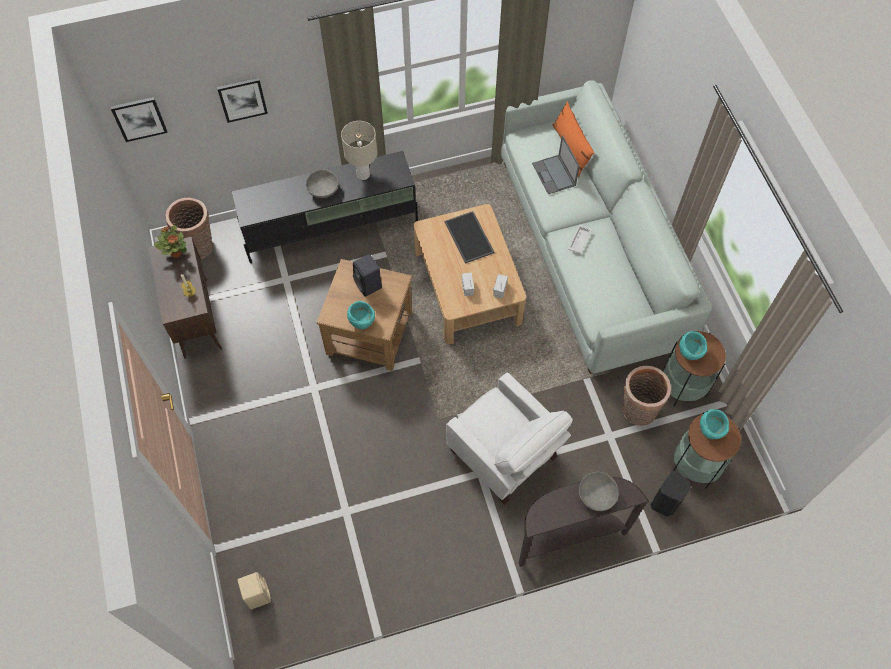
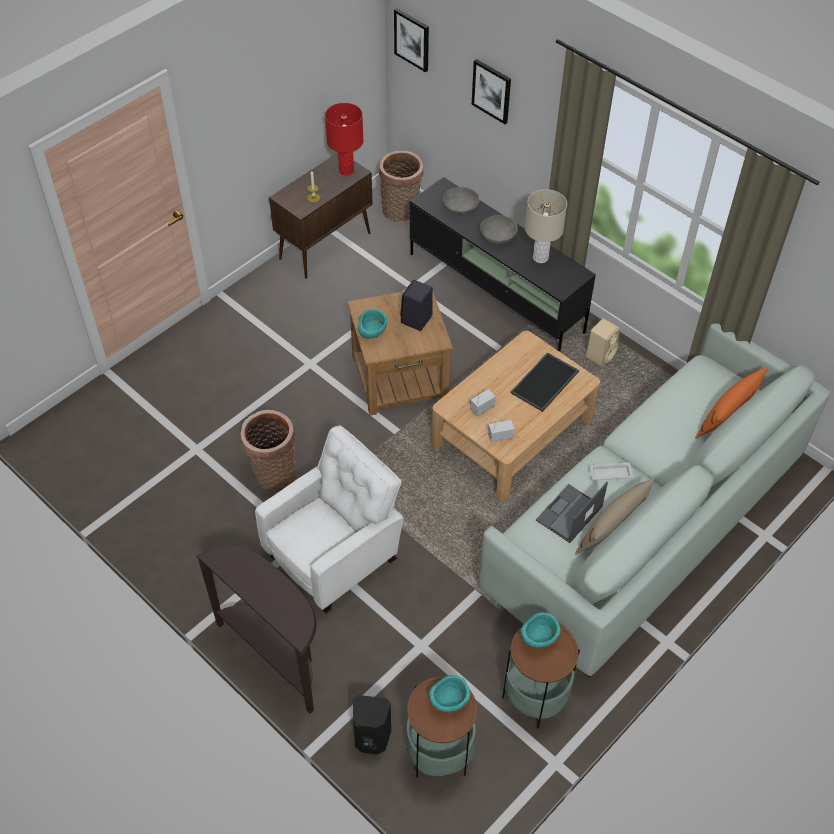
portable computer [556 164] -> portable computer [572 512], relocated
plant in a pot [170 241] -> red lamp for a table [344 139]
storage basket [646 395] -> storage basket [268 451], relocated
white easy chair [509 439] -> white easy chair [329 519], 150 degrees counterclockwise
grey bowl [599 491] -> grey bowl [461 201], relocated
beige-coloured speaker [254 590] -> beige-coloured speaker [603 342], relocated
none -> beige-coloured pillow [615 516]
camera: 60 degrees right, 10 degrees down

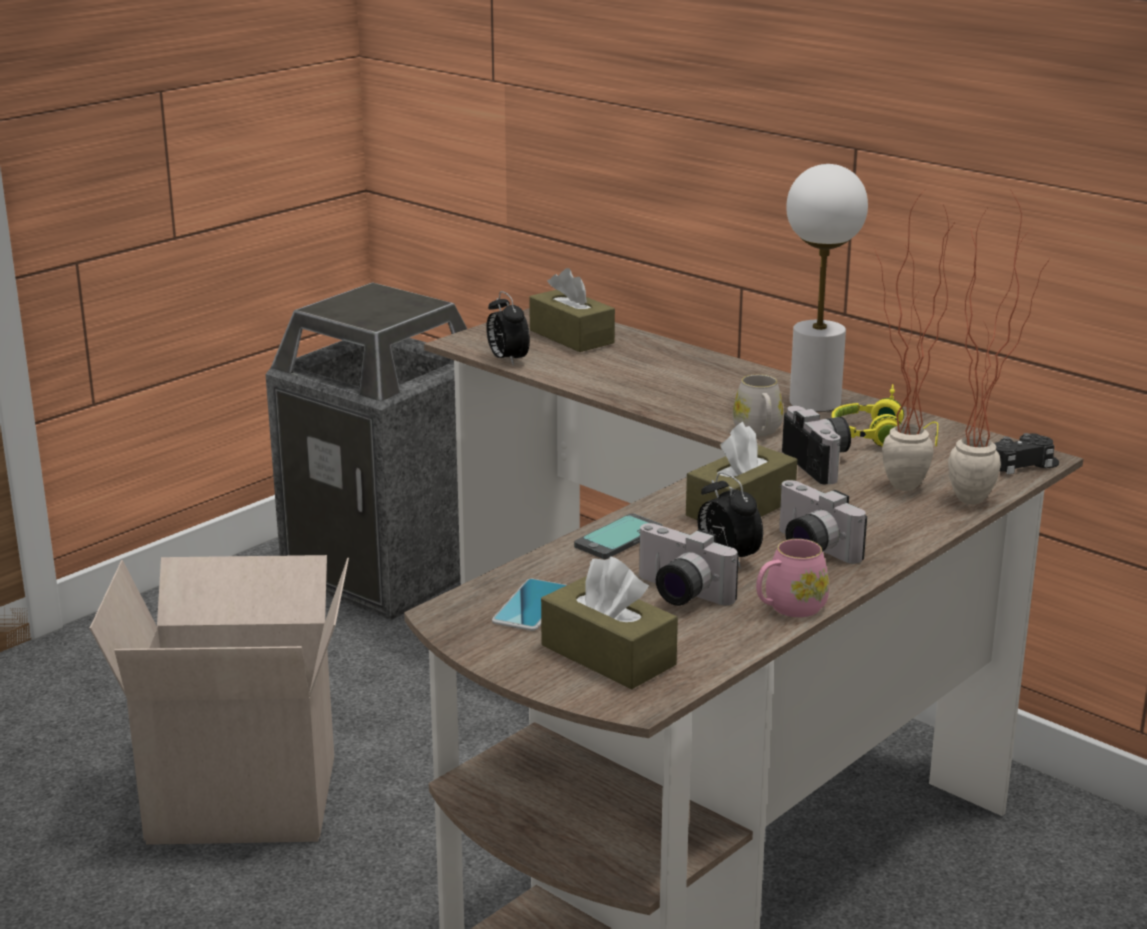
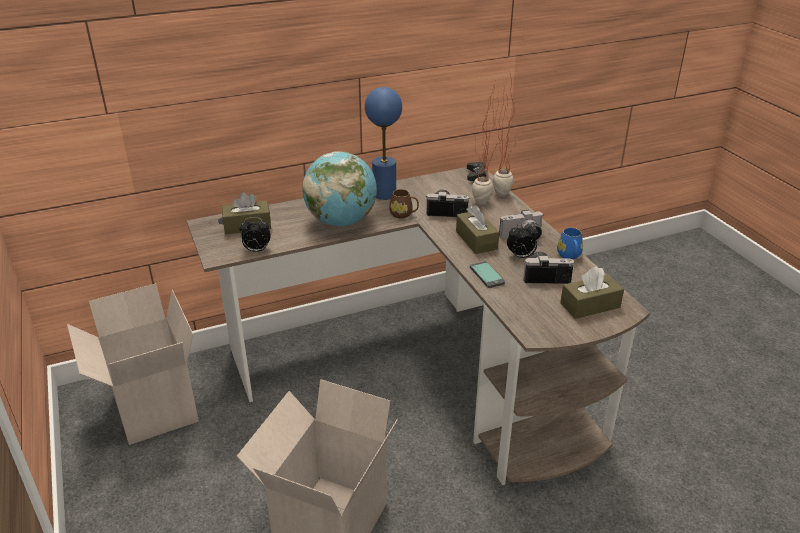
white lamp for a table [827 288] -> blue lamp for a table [383 143]
waste bin [366 451] -> carton [133 364]
white mug [758 405] -> brown-coloured mug [404 203]
yellow headset [884 415] -> none
photo camera [688 564] -> photo camera [548 268], 150 degrees counterclockwise
pink mug [792 578] -> blue mug [570 243]
telephone [529 605] -> none
none -> desk globe [339 188]
camera: 65 degrees left, 10 degrees up

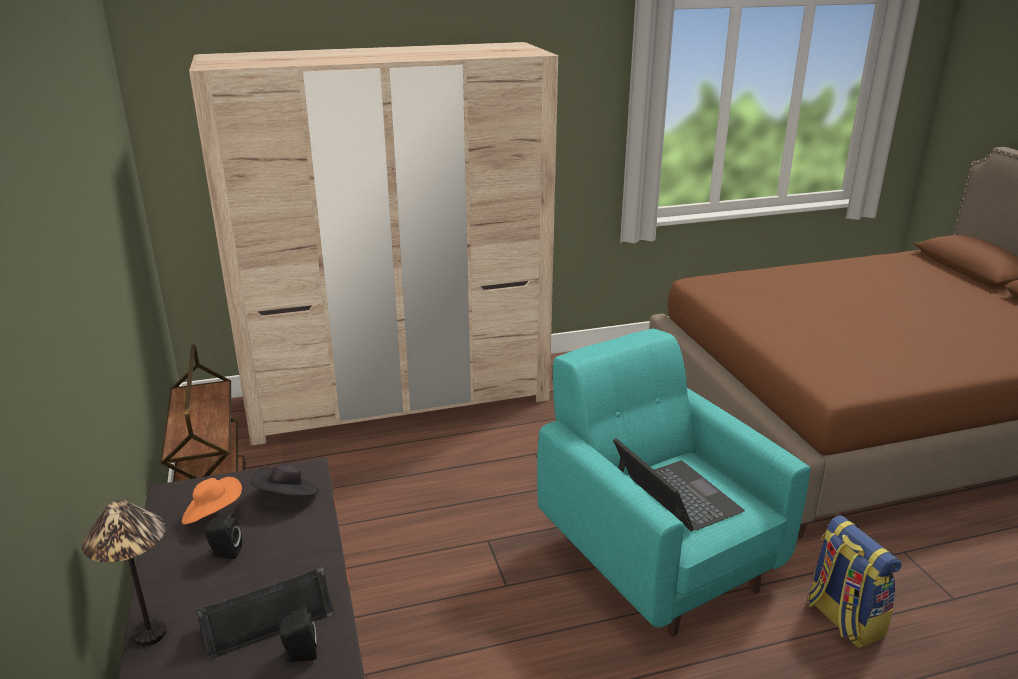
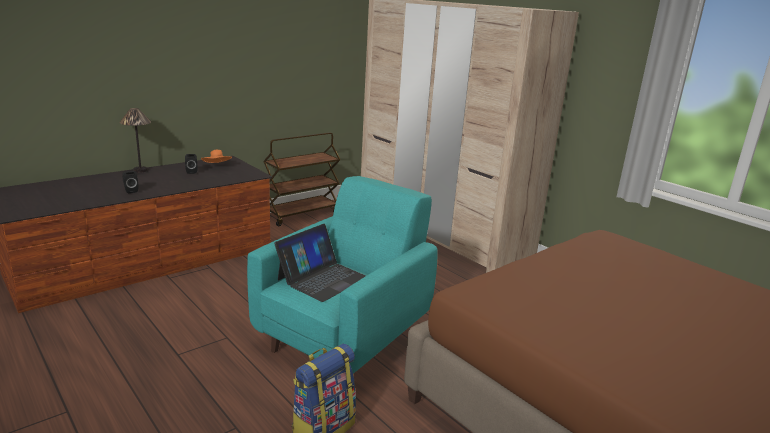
blackish clothing hat [285 480] -> none
blackish speaker [265 613] -> none
camera: 65 degrees right, 5 degrees down

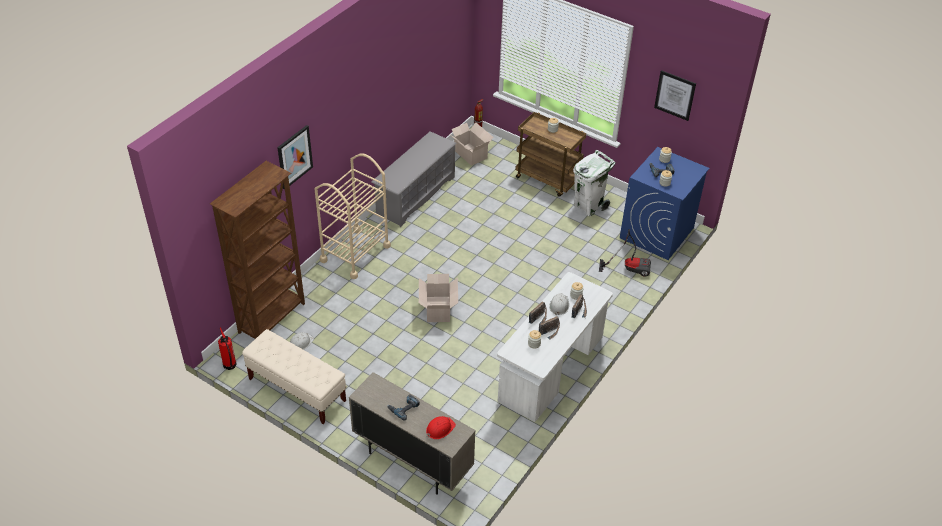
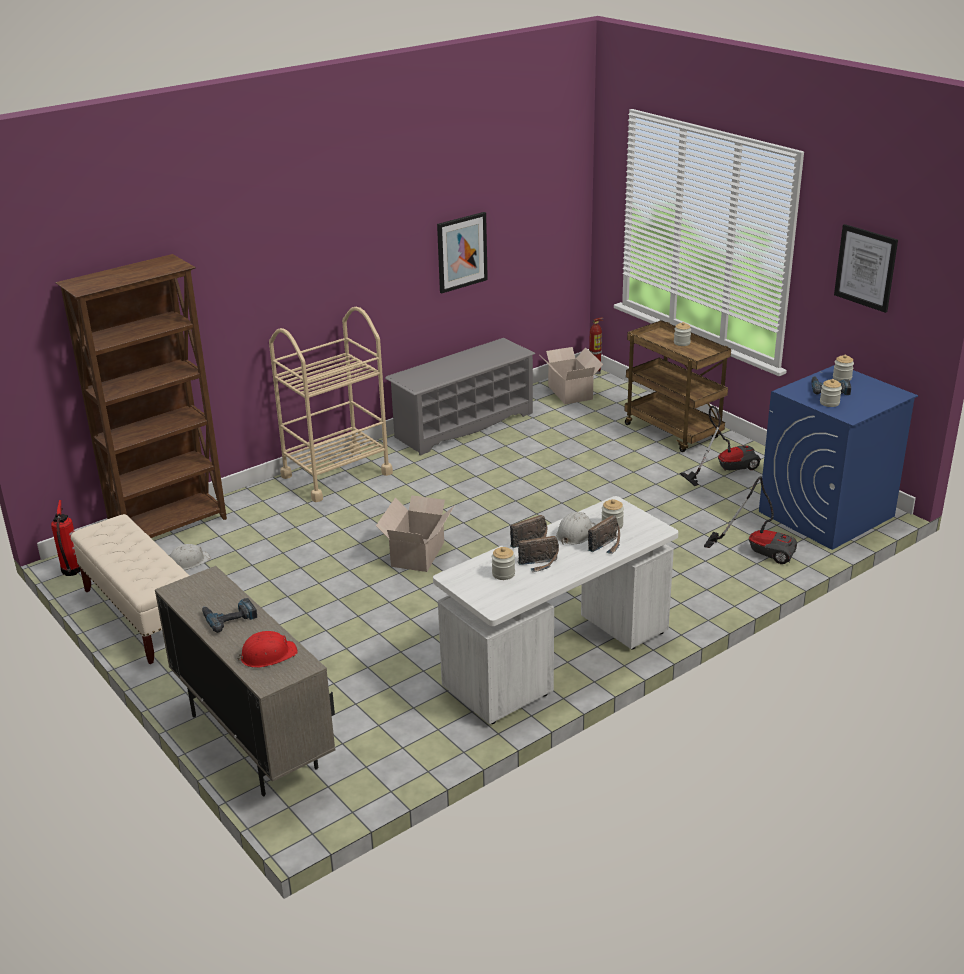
picture [295 157] -> picture [462 252], relocated
white waste bin [594 183] -> vacuum [720 446]
camera: 20 degrees right, 15 degrees down

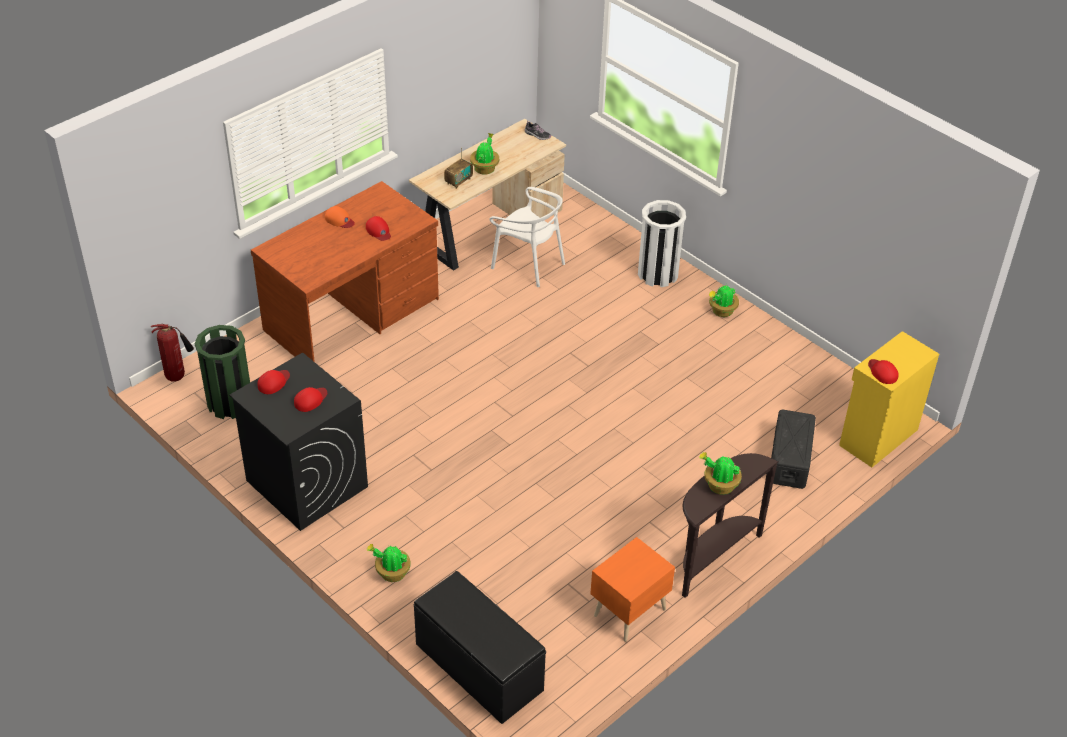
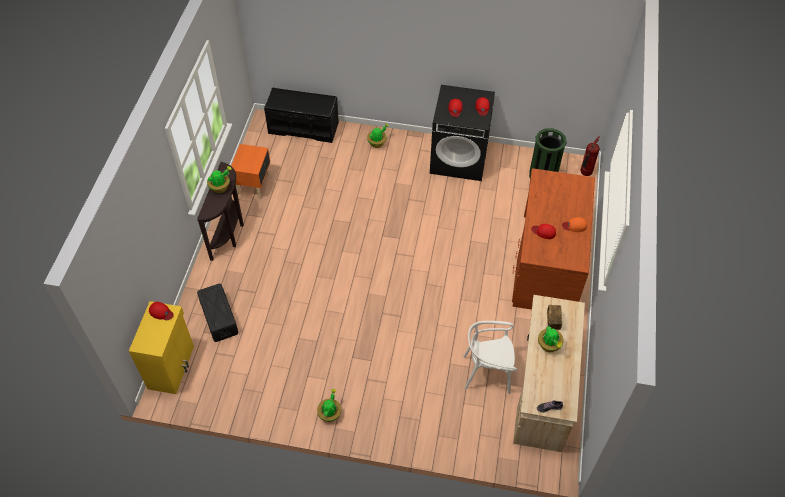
white waste bin [662 243] -> none
camera: 145 degrees right, 10 degrees up

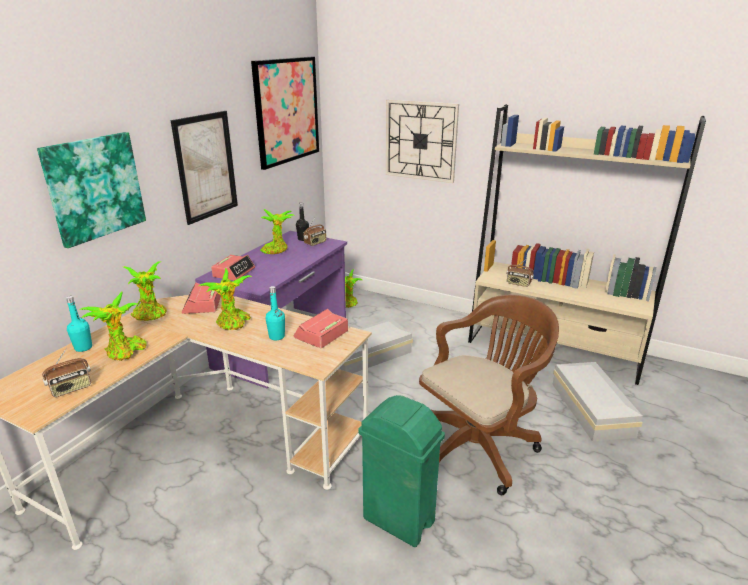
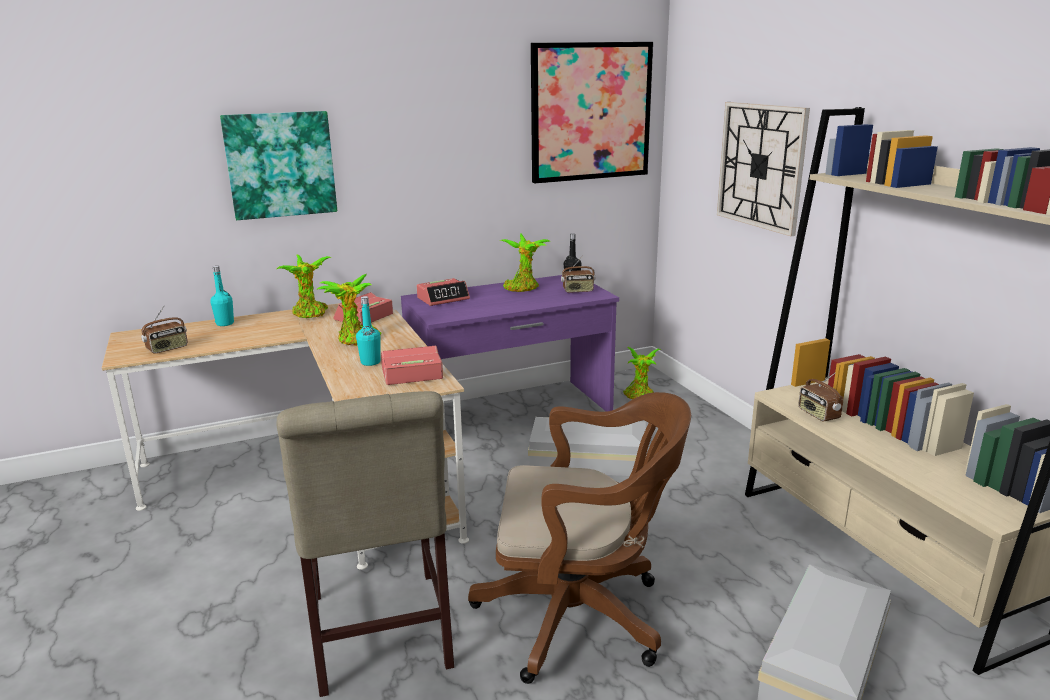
picture [204 168] -> none
plant in a pot [113 326] -> none
radio [66 372] -> radio [164 330], 45 degrees counterclockwise
green waste bin [401 471] -> beige-coloured plain chair [365 544]
camera: 40 degrees right, 5 degrees down

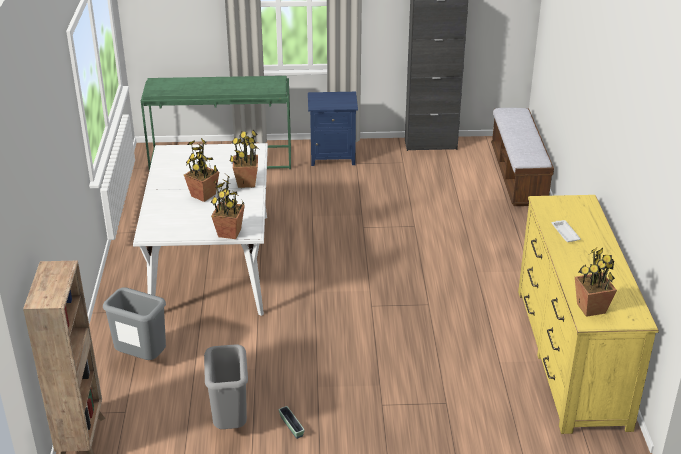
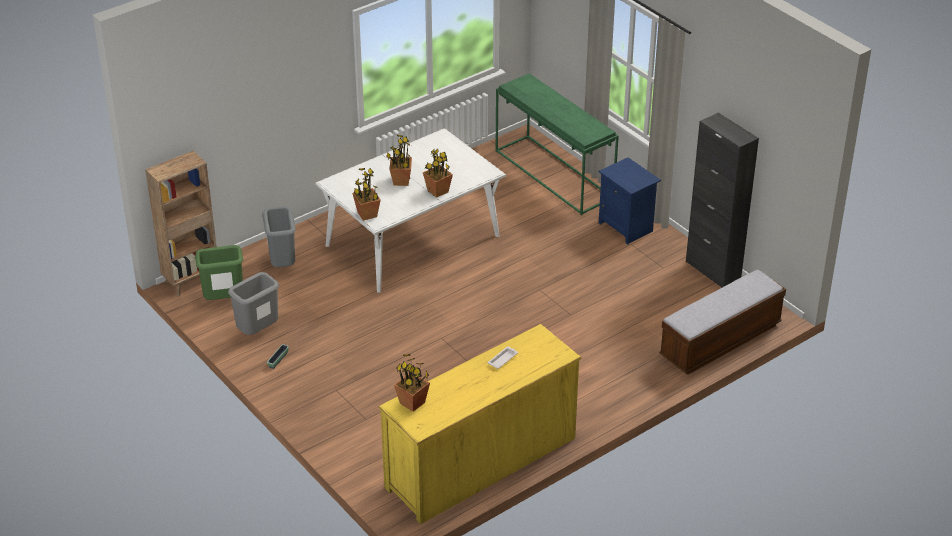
none -> green waste bin [219 272]
camera: 55 degrees right, 5 degrees up

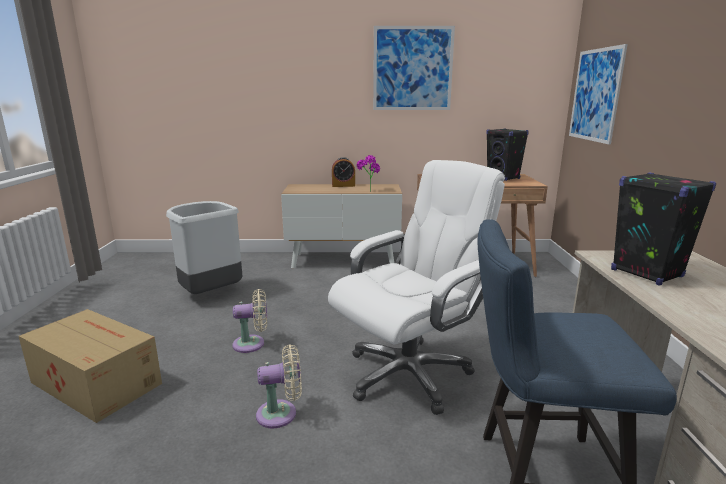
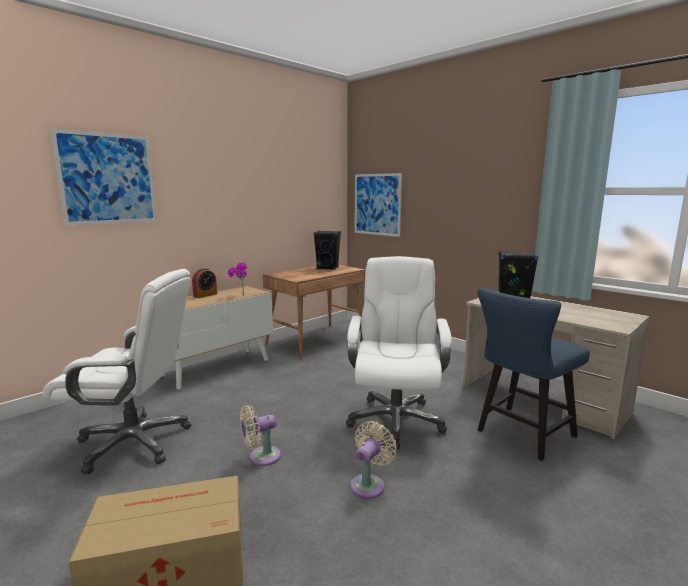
picture [414 68] -> picture [103 177], relocated
grey waste bin [204 247] -> white office chair [117 372]
beige-coloured cooling fan [249 321] -> beige-coloured cooling fan [260 435], 150 degrees counterclockwise
camera: 45 degrees left, 5 degrees down

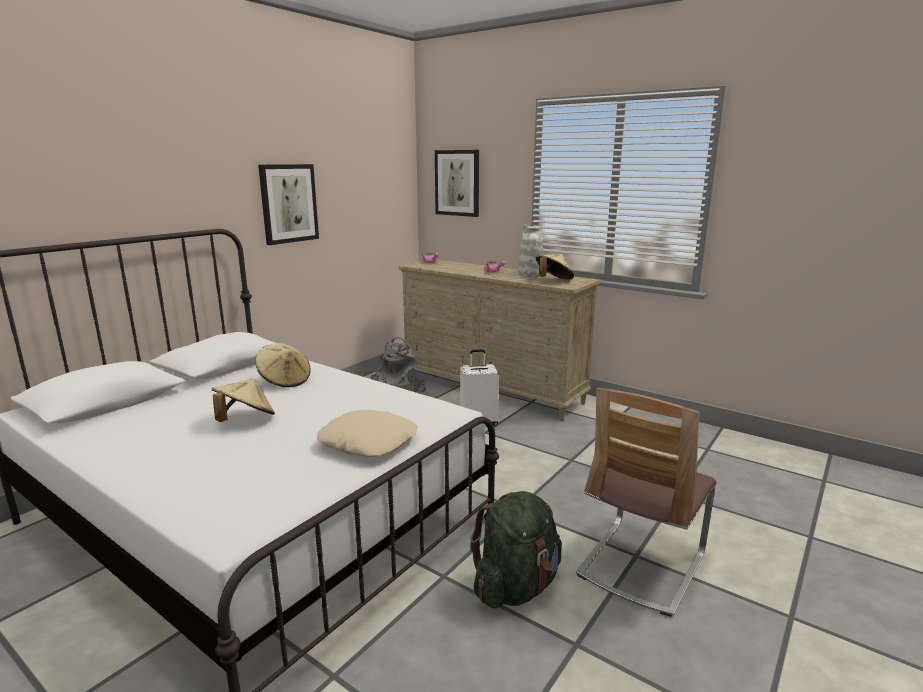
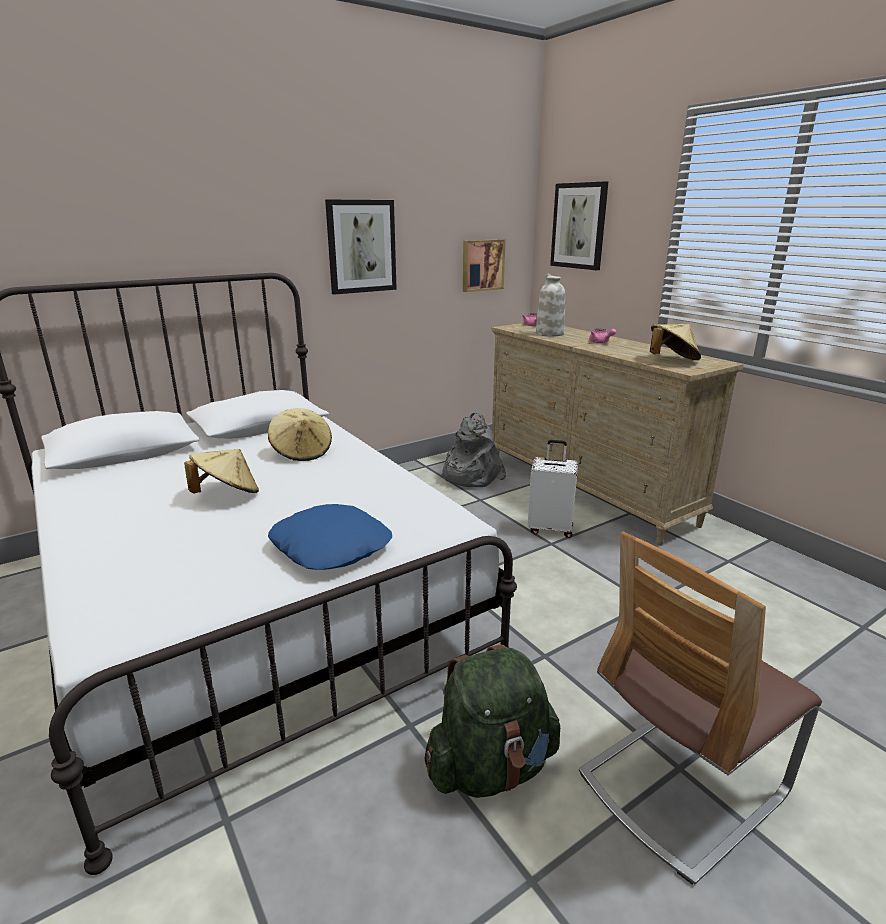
white vase [531 250] -> white vase [550 305], relocated
beige-coloured pillow [367 433] -> blue pillow [330 537]
none -> picture [484 265]
camera: 20 degrees right, 5 degrees up

